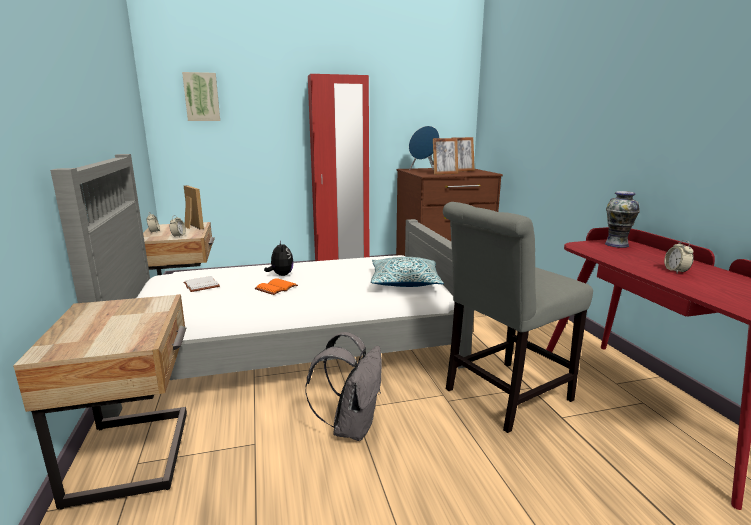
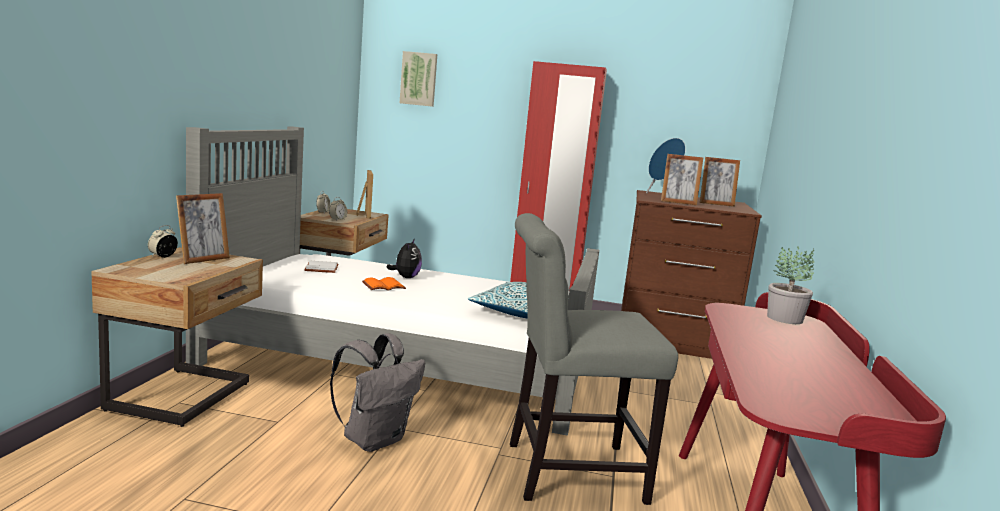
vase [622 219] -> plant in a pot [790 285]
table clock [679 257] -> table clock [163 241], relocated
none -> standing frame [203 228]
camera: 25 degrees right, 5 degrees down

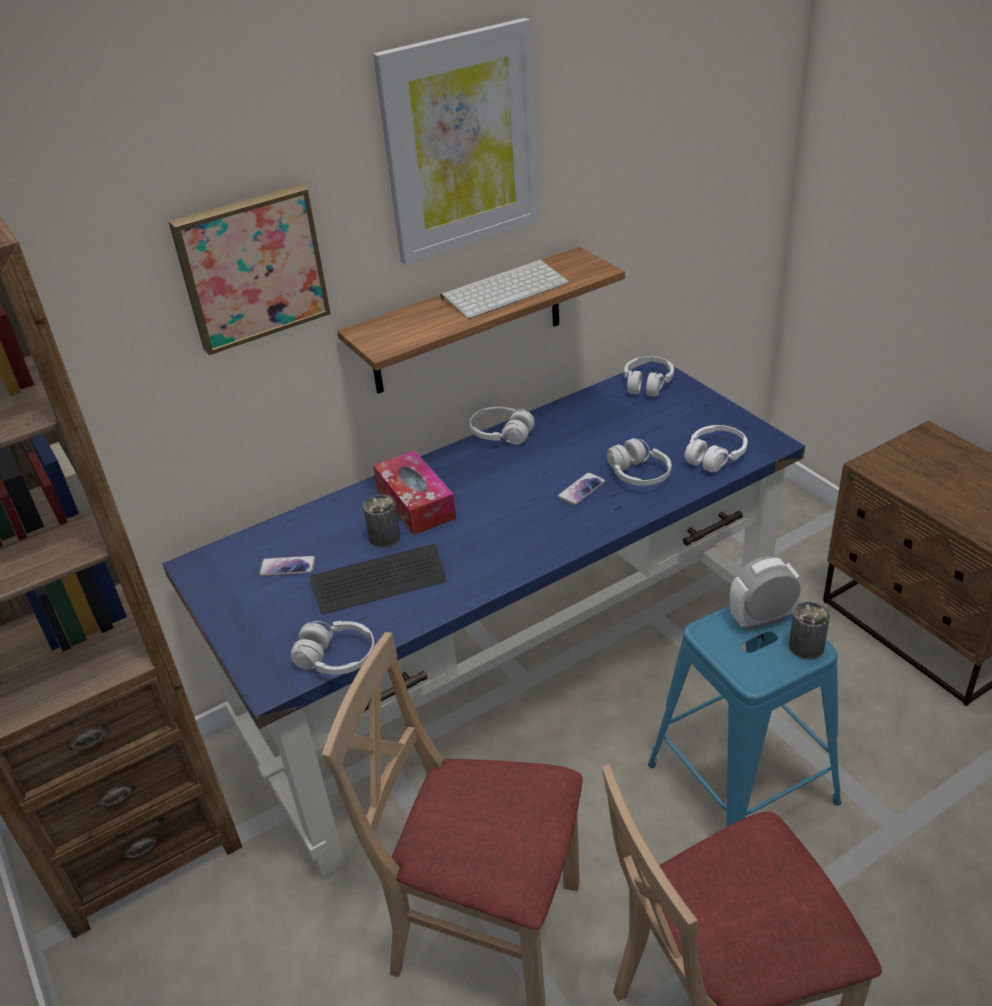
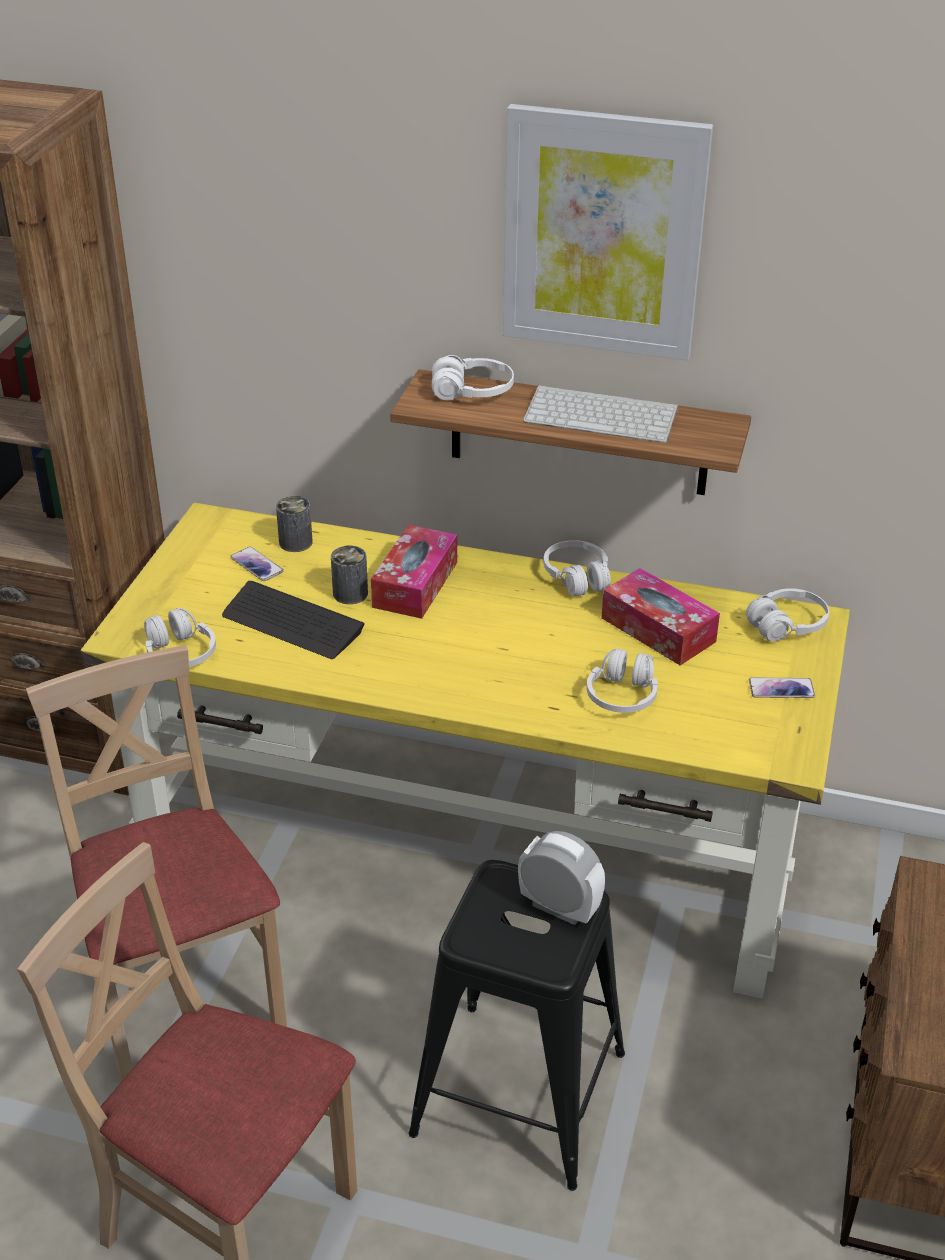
picture [249 269] -> none
blue desk table [483 620] -> yellow desk table [465 750]
white headset [716 448] -> white headset [473 377], relocated
telephone [581 488] -> telephone [782 687], relocated
metal can [809 630] -> metal can [294 524], relocated
blue stool seat [744 716] -> blackish stool seat [516 1025]
none -> tissue holder [661 617]
camera: 45 degrees right, 0 degrees up

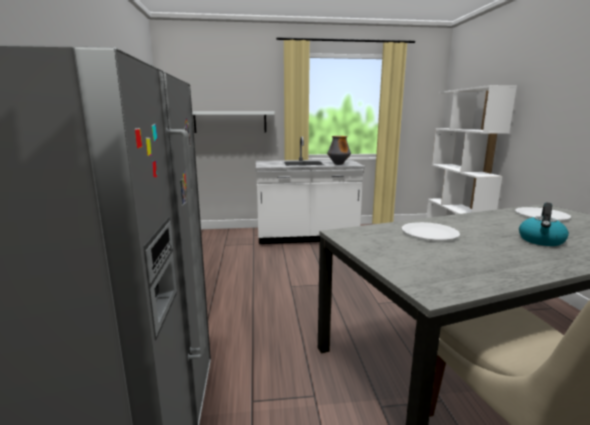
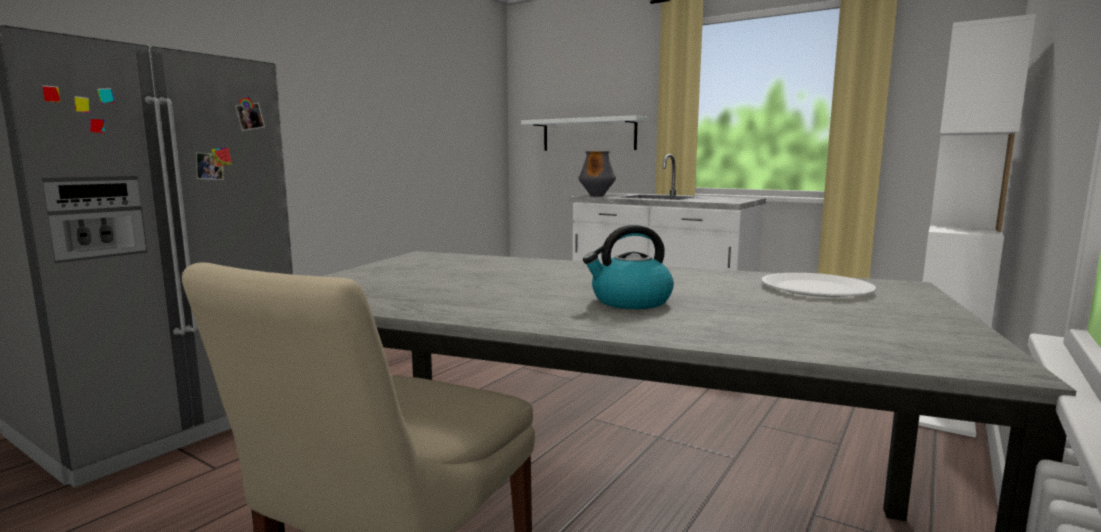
vase [339 150] -> vase [597 174], relocated
white plate [431 231] -> none
camera: 40 degrees right, 5 degrees down

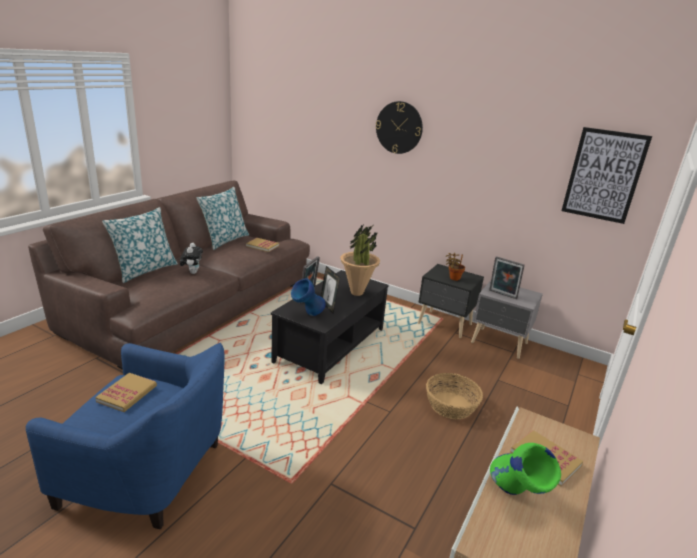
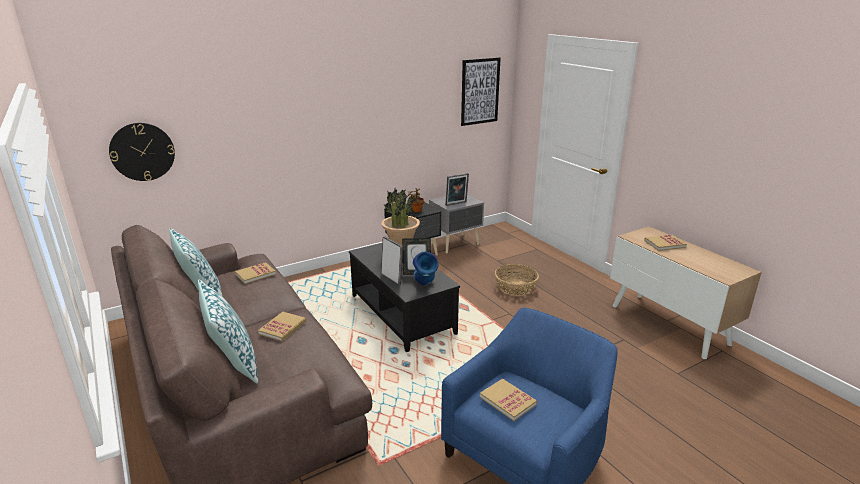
clock on the wall [399 127] -> clock on the wall [142 152], relocated
plush toy [191 258] -> book [282 326]
green vase [525 469] -> none
camera: 60 degrees left, 0 degrees up

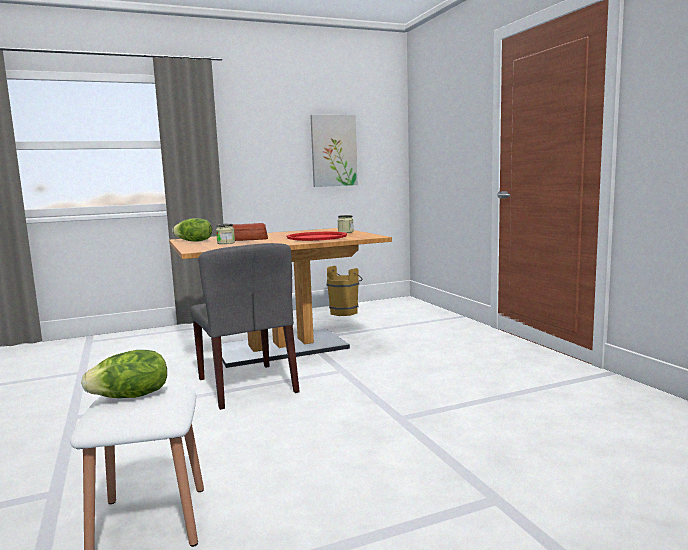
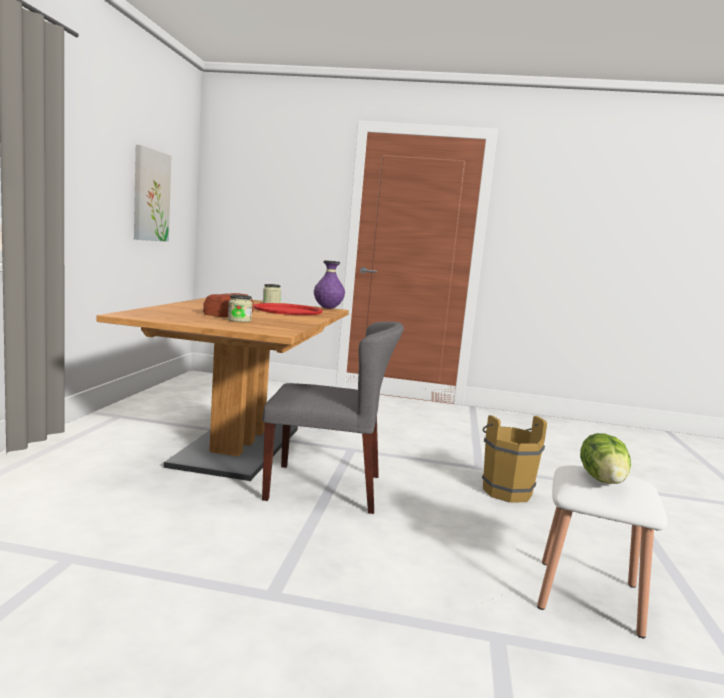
lettuce [192 230] -> none
brown-coloured bucket [345 291] -> brown-coloured bucket [514 459], relocated
none -> purplish vase [329 284]
camera: 60 degrees left, 0 degrees up

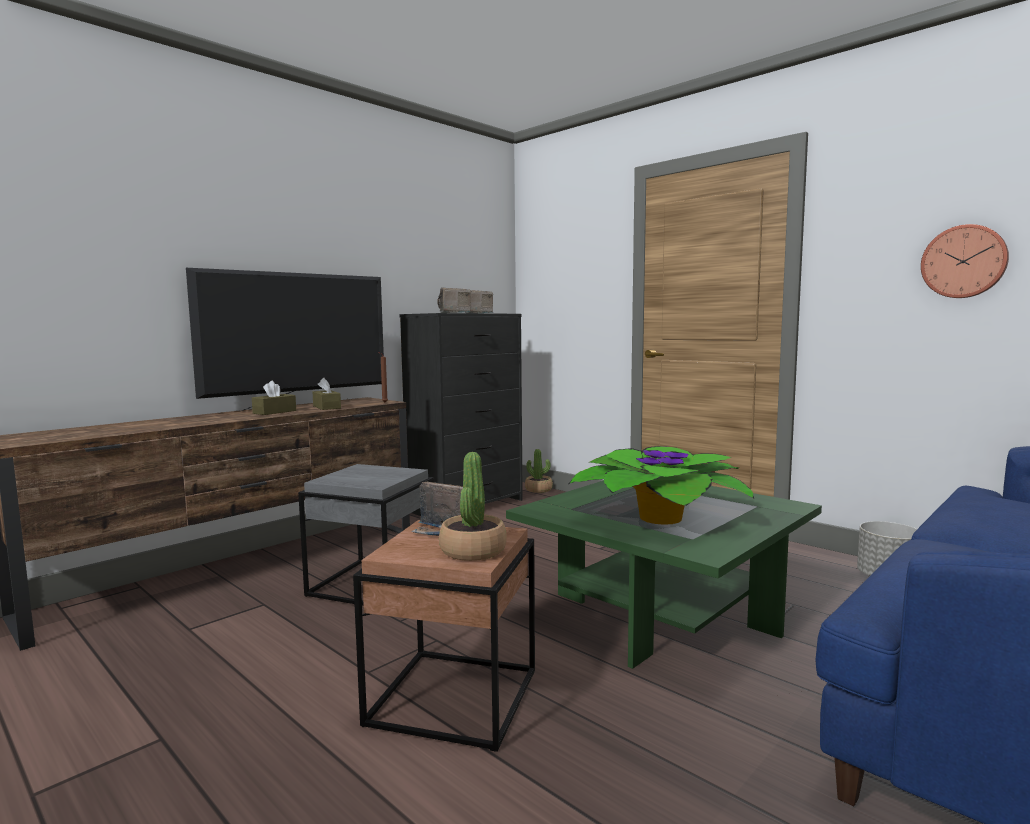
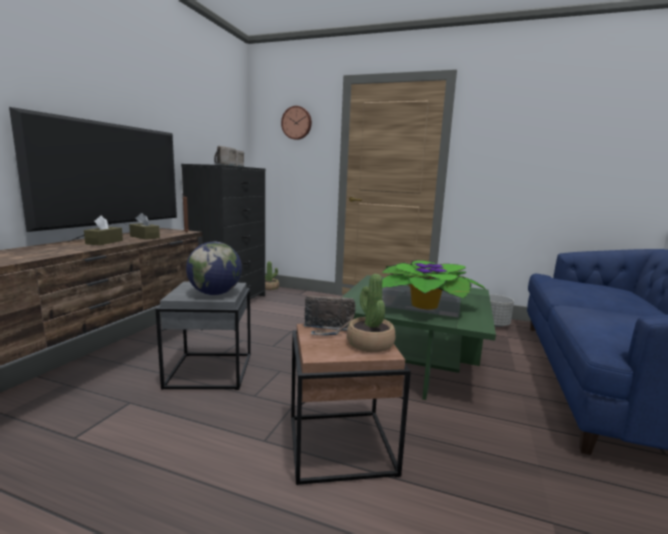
clock on the wall [965 261] -> clock on the wall [296 123], relocated
none -> desk globe [214 268]
camera: 25 degrees left, 5 degrees up

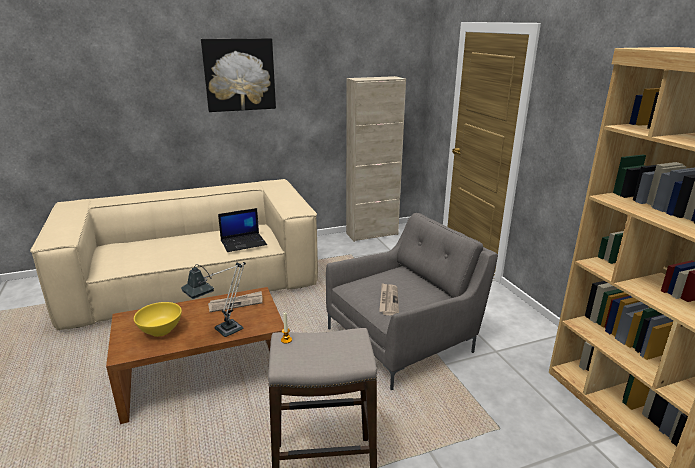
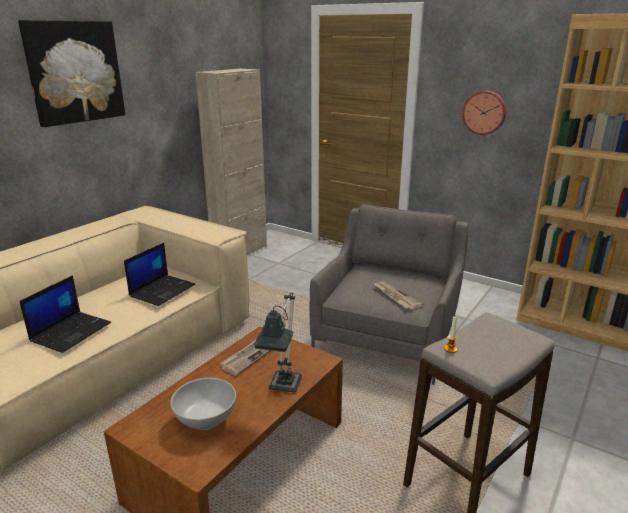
yellow bowl [158 319] -> white bowl [203 404]
none -> clock on the wall [484 113]
none -> portable computer [65 314]
camera: 35 degrees left, 0 degrees up

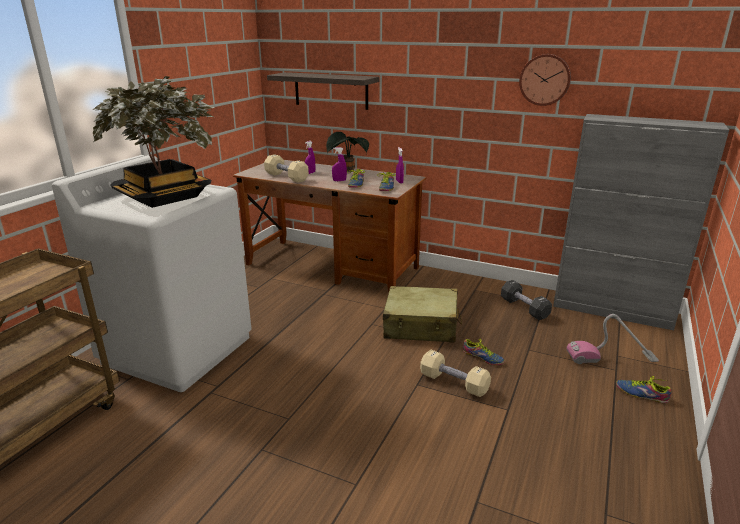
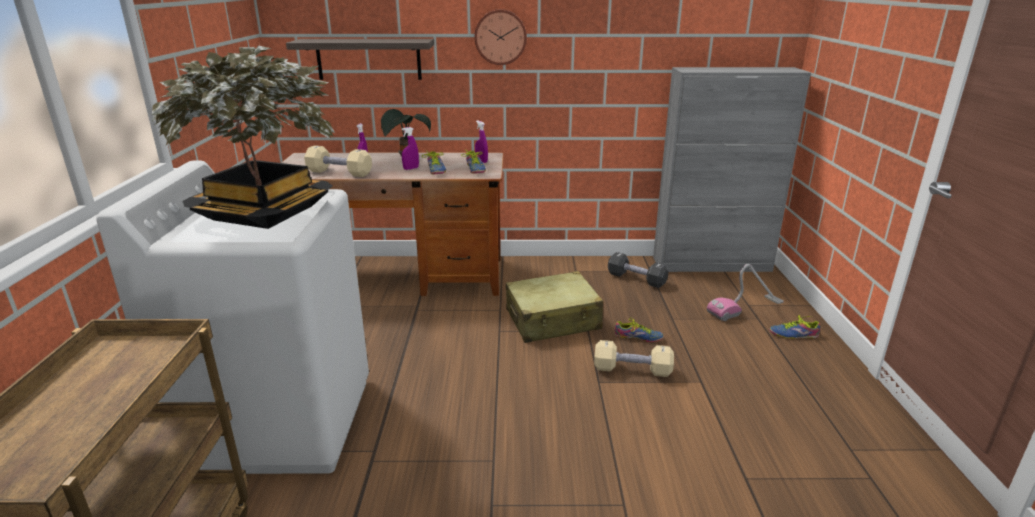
clock on the wall [545 80] -> clock on the wall [500 37], relocated
camera: 25 degrees left, 0 degrees up

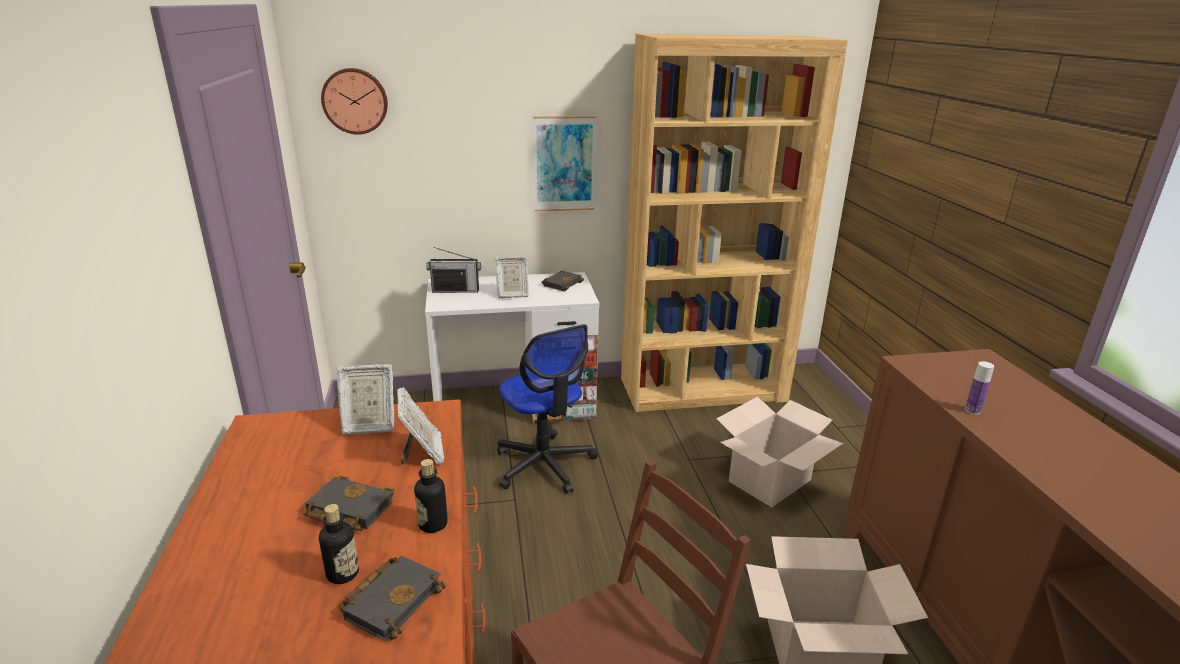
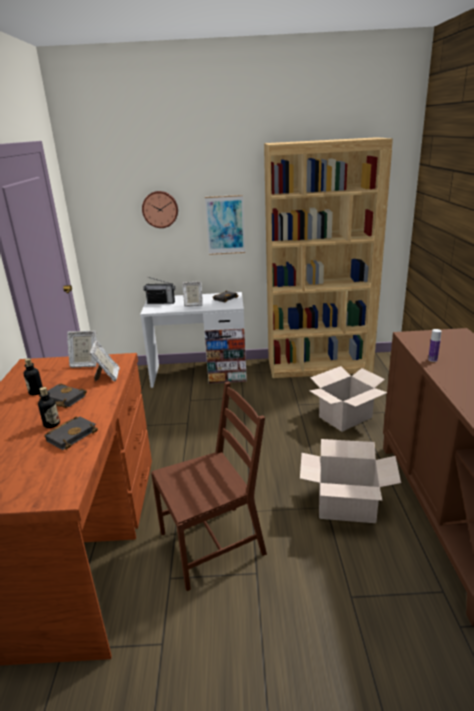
clock on the wall [354 101] -> clock on the wall [160 209], relocated
office chair [547 409] -> none
bottle [431 496] -> bottle [33 376], relocated
camera: 10 degrees right, 0 degrees up

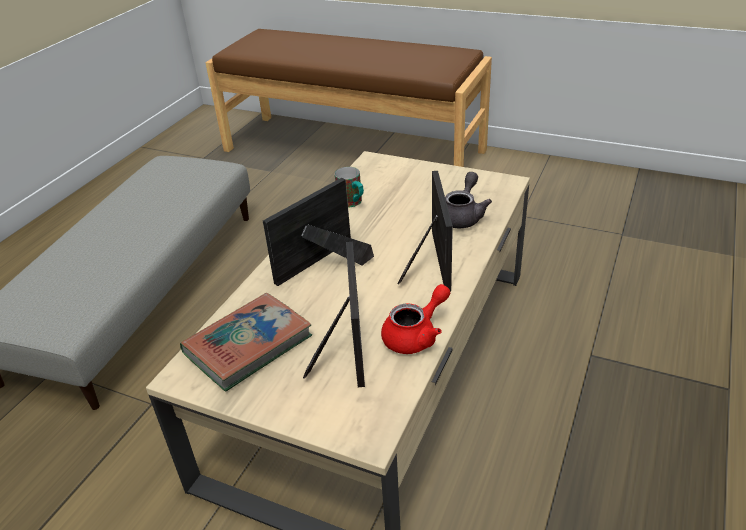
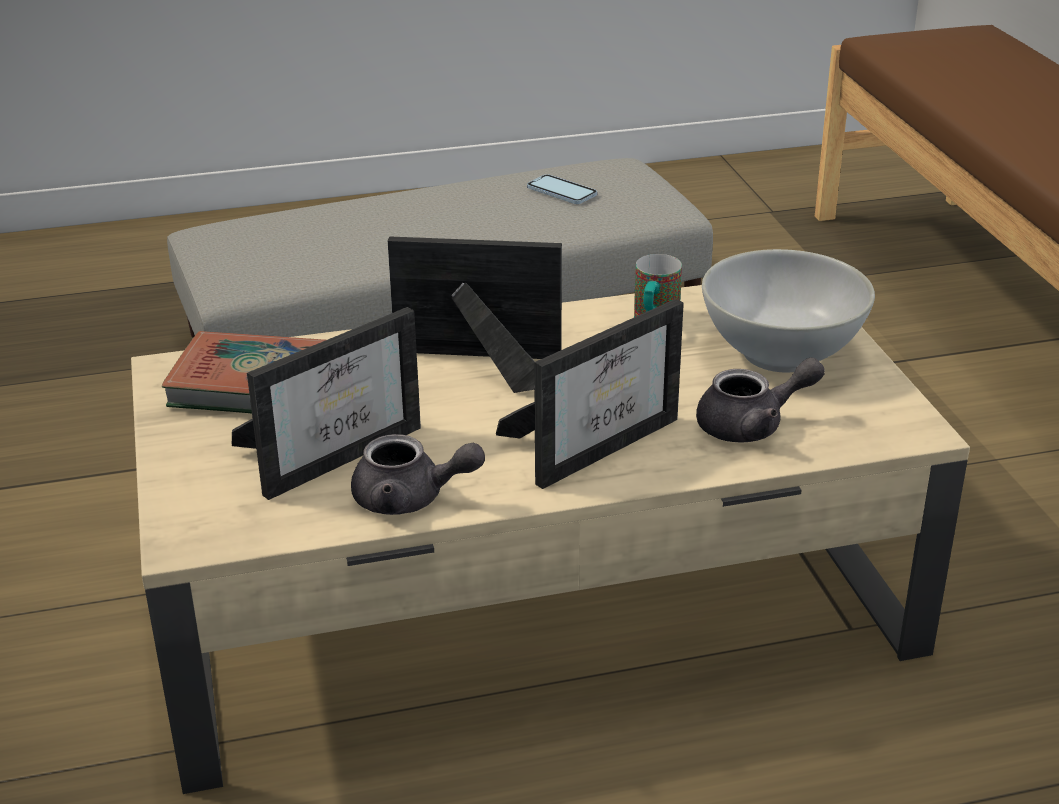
red teapot [415 319] -> grey teapot [418 474]
none -> telephone [562 189]
none -> white bowl [788 311]
camera: 50 degrees right, 5 degrees down

